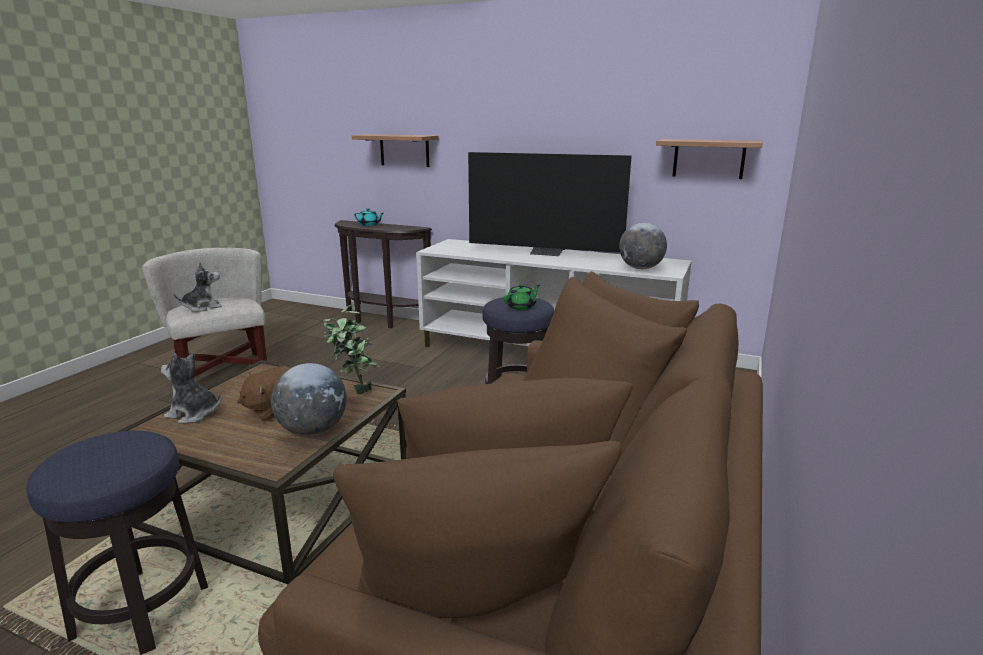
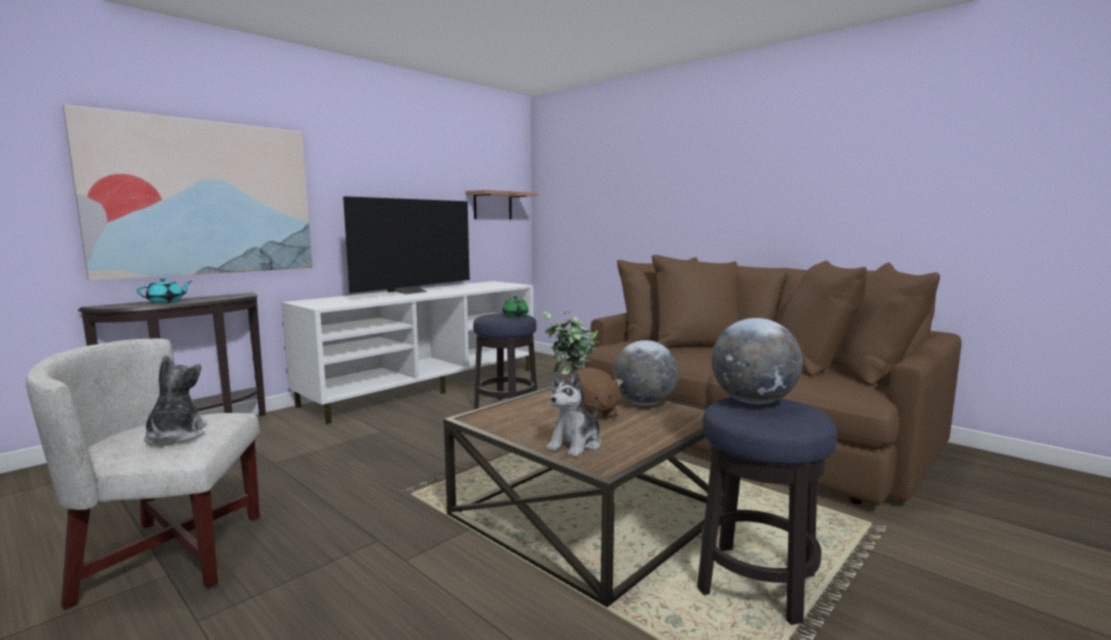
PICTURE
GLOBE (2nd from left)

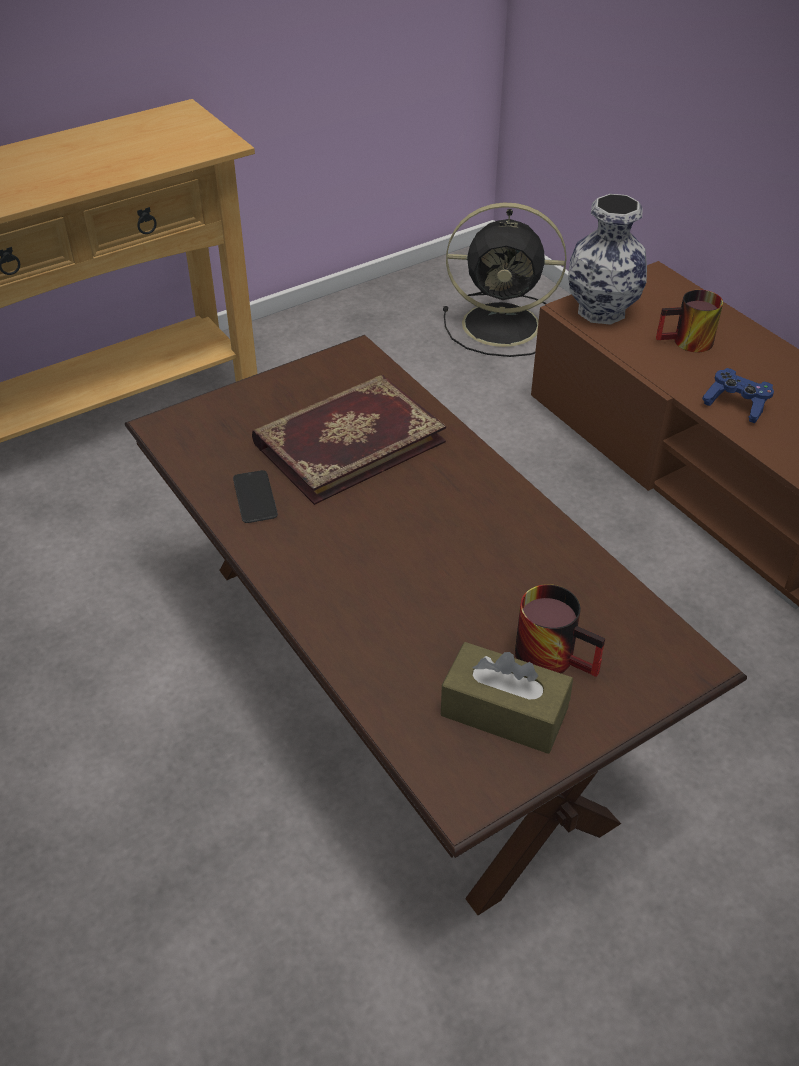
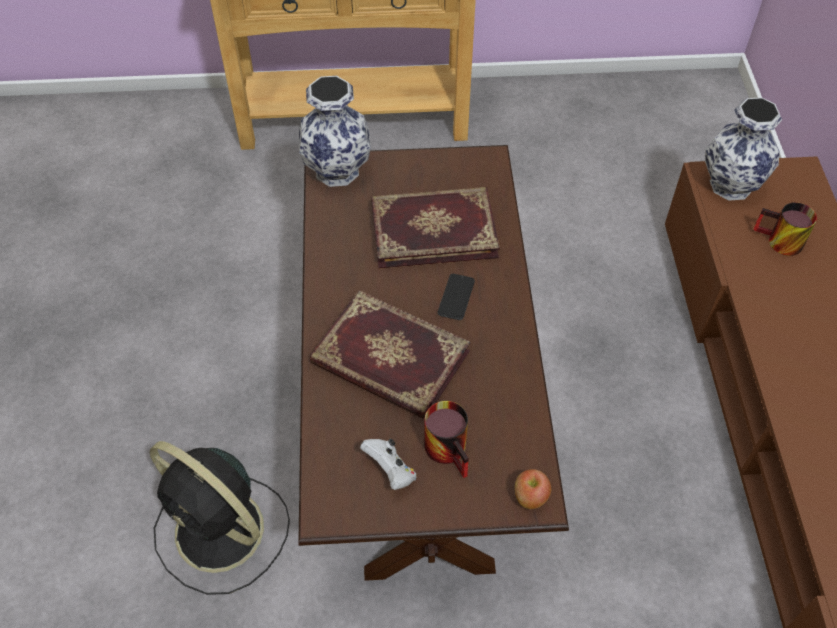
PHONE
WHITE GAME CONTROLLER
BLACK FAN
BLUE GAME CONTROLLER
VASE (1st from left)
BOOK (1st from left)
APPLE

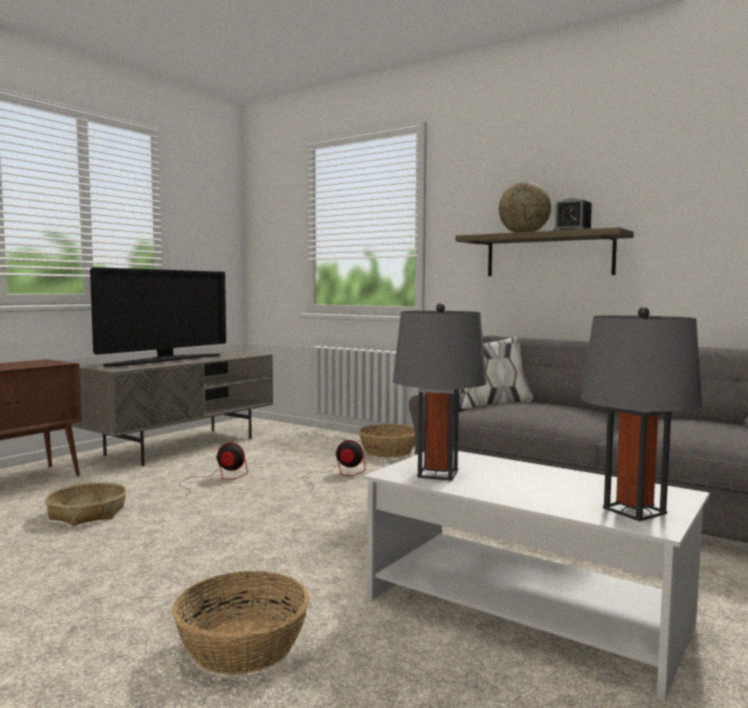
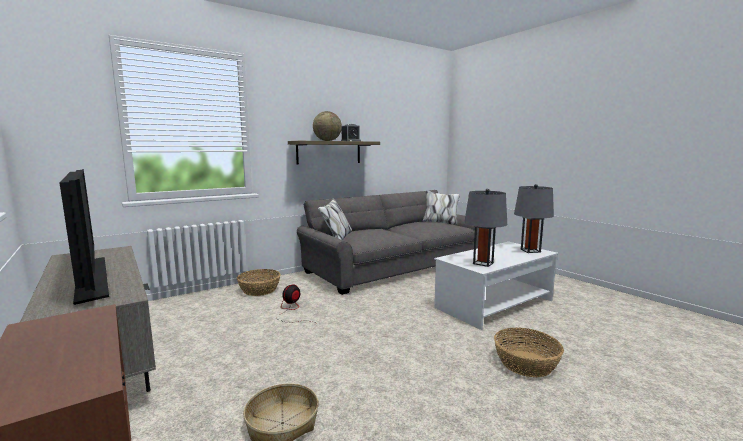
FAN (1st from left in the first image)

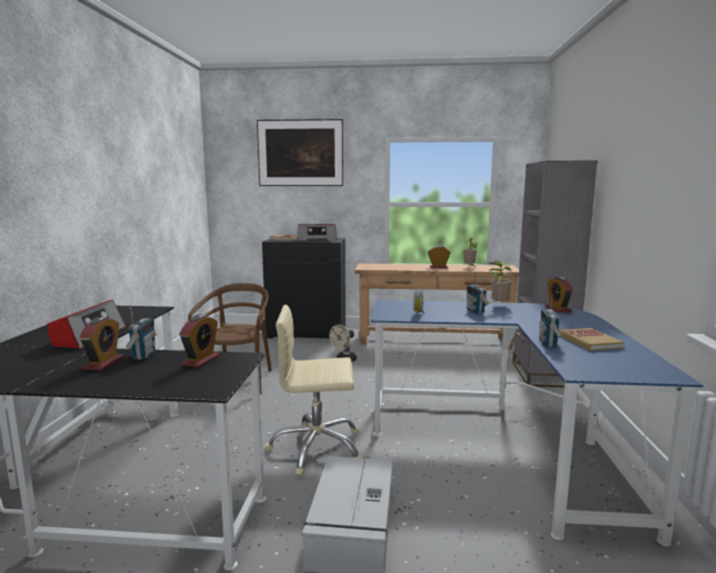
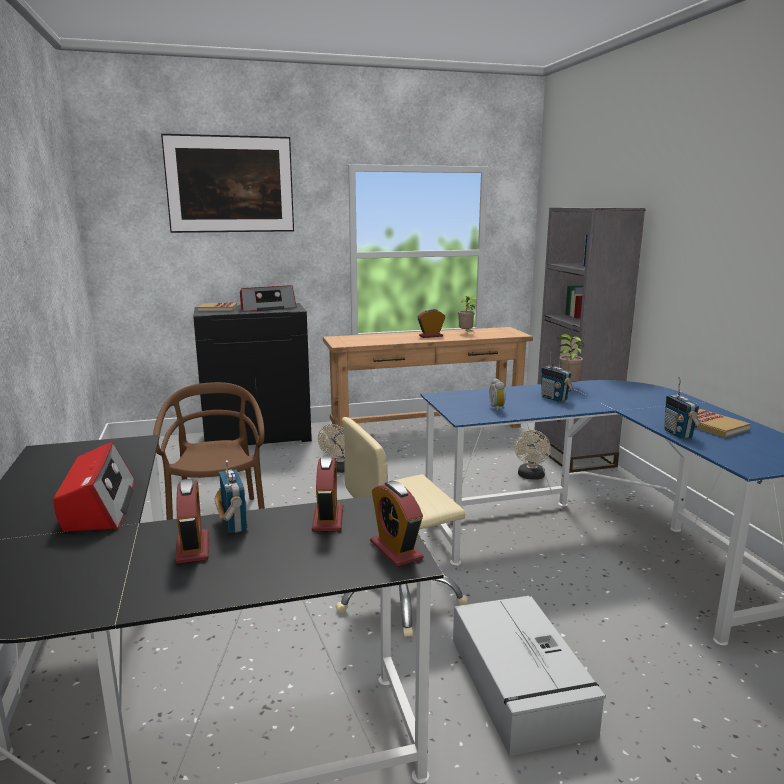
ALARM CLOCK (3rd from left)
BEIGE FAN (2nd from left)

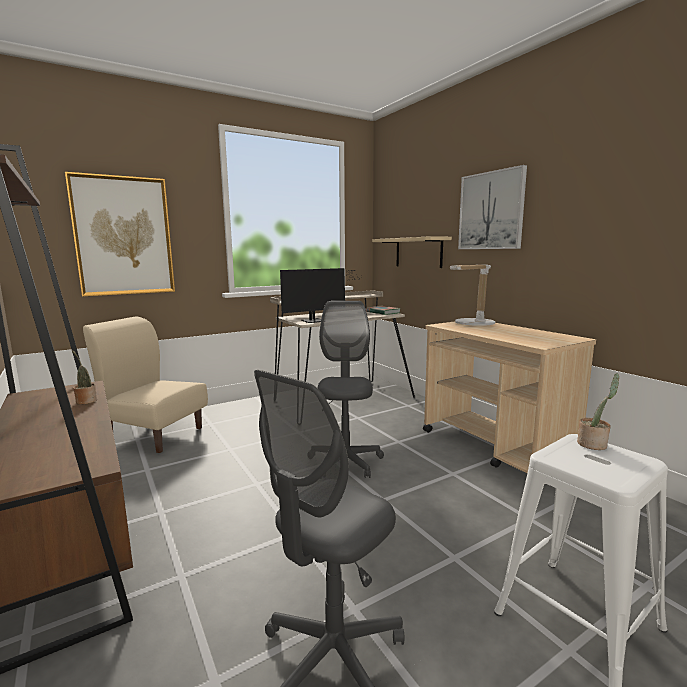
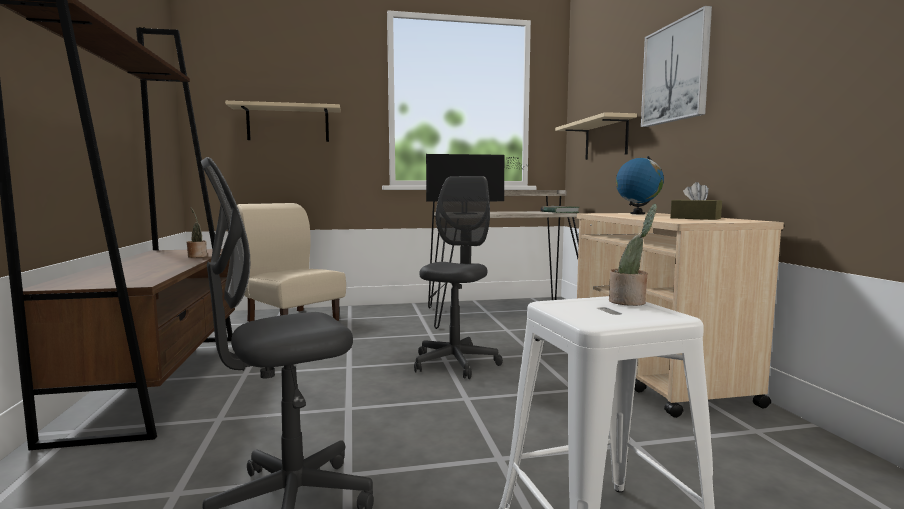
BEIGE SHELF (1st from left)
GLOBE
BROWN TISSUE BOX

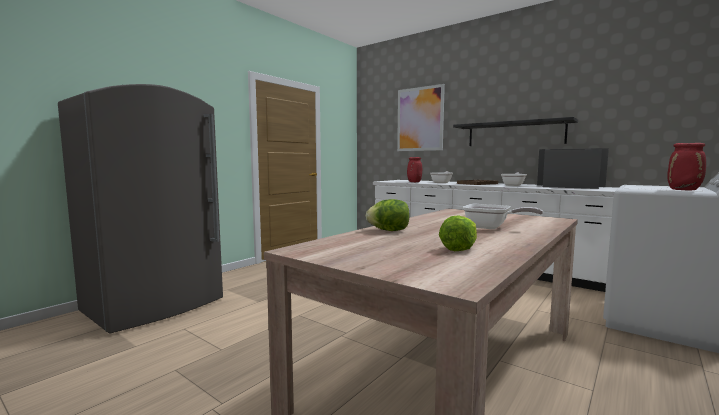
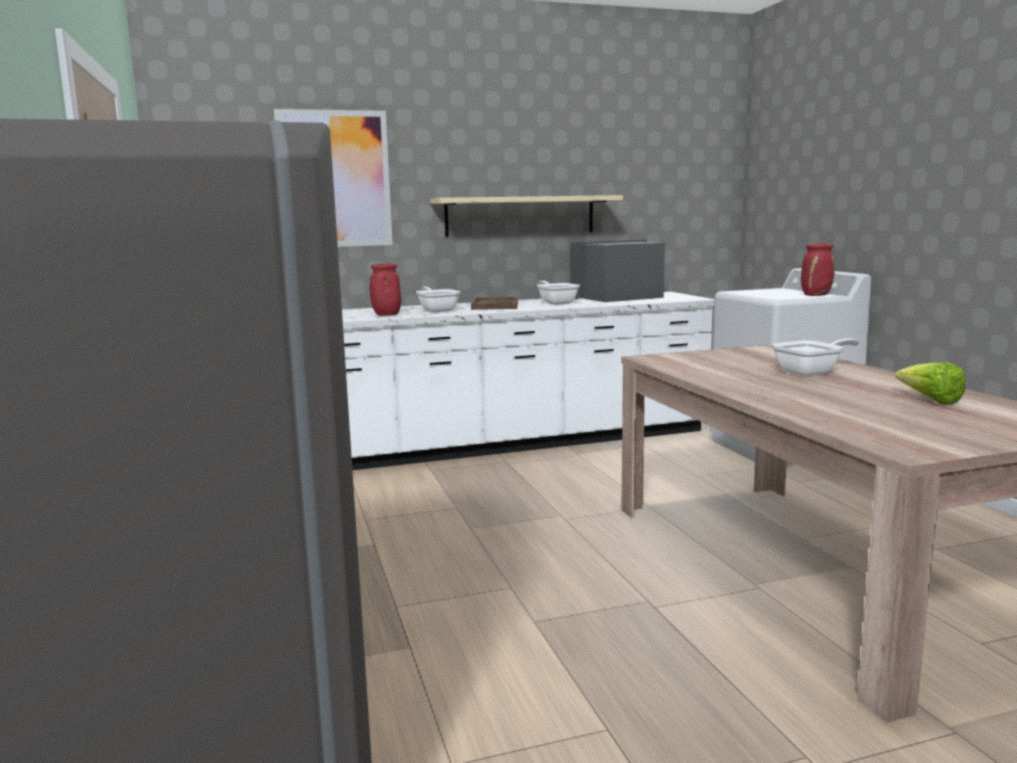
LETTUCE (1st from left in the first image)
BEIGE SHELF

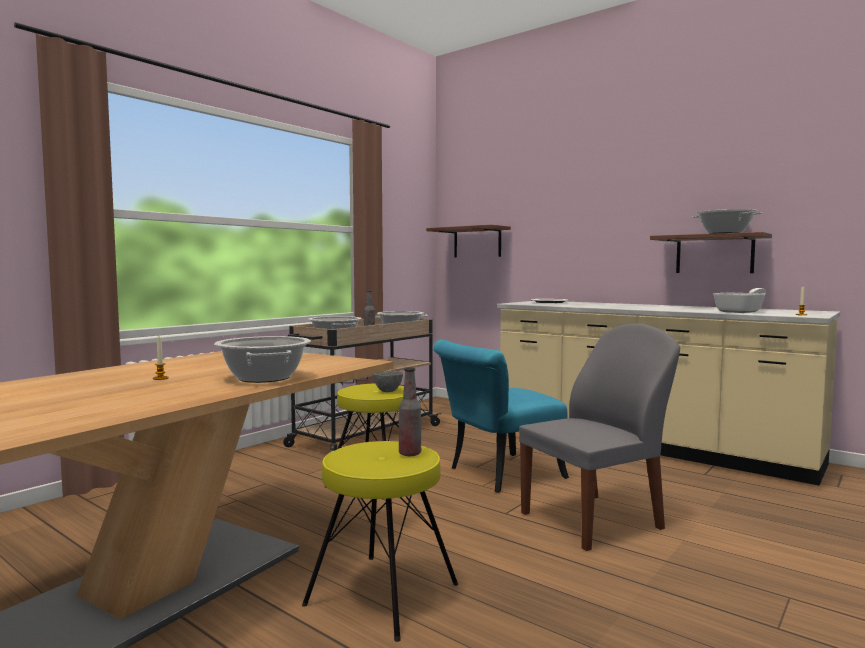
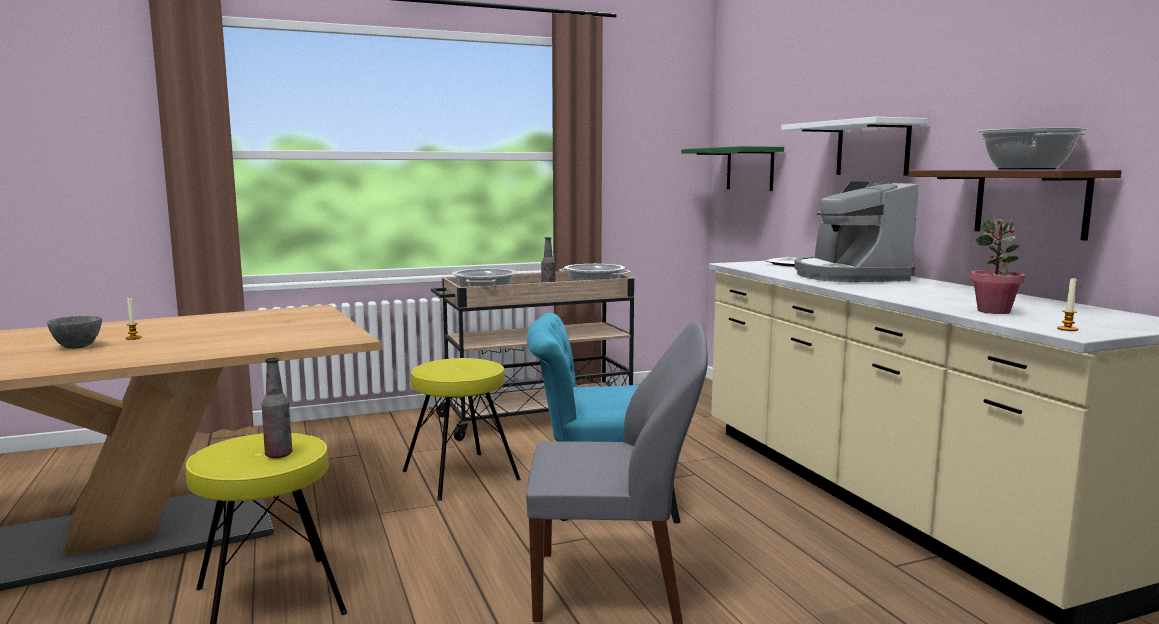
COOKING POT (1st from left in the first image)
GREY BOWL
GREEN SHELF
POTTED PLANT
WHITE SHELF
COFFEE MACHINE

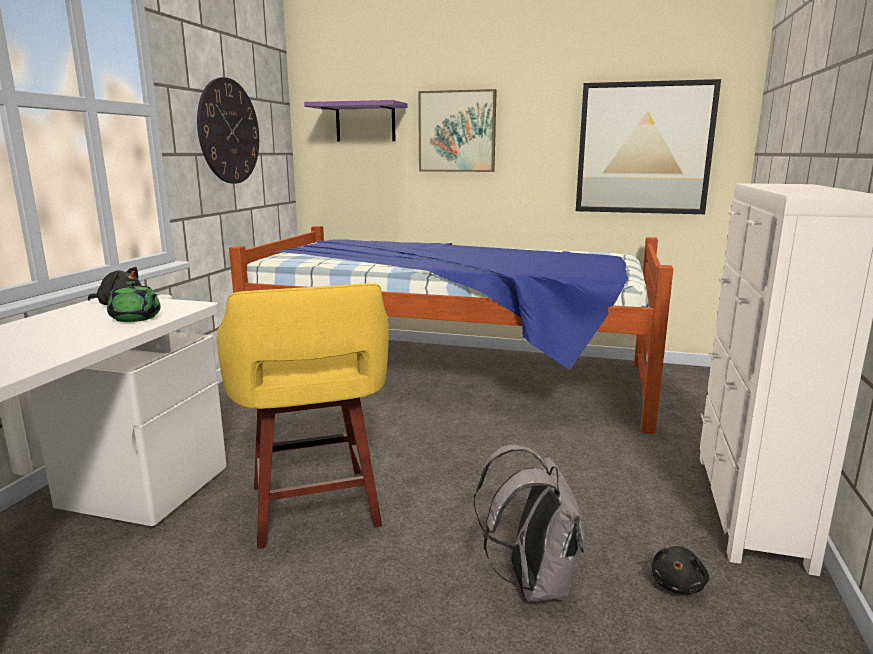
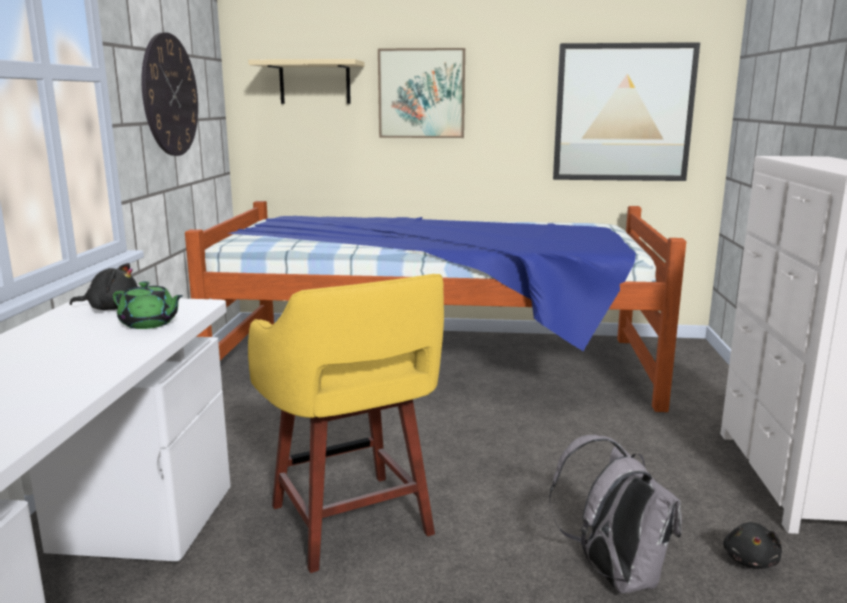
BEIGE SHELF

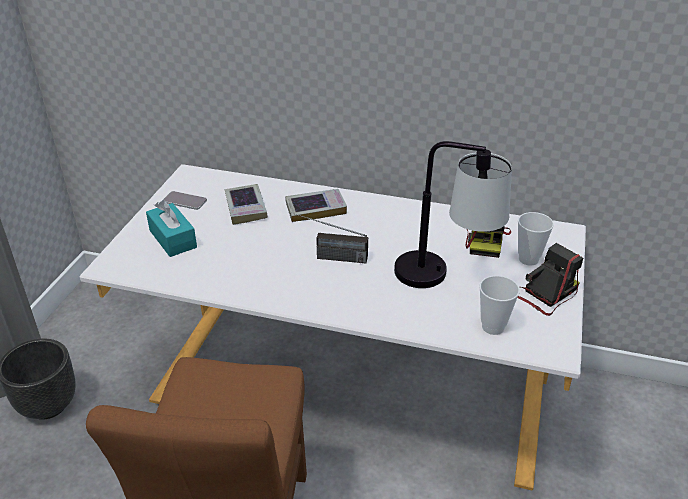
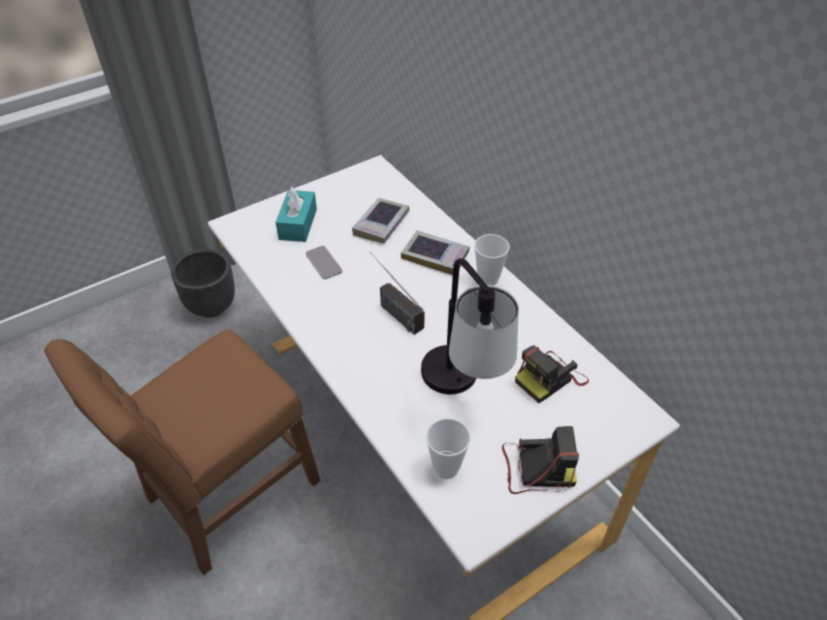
PHONE
CUP (2nd from left)

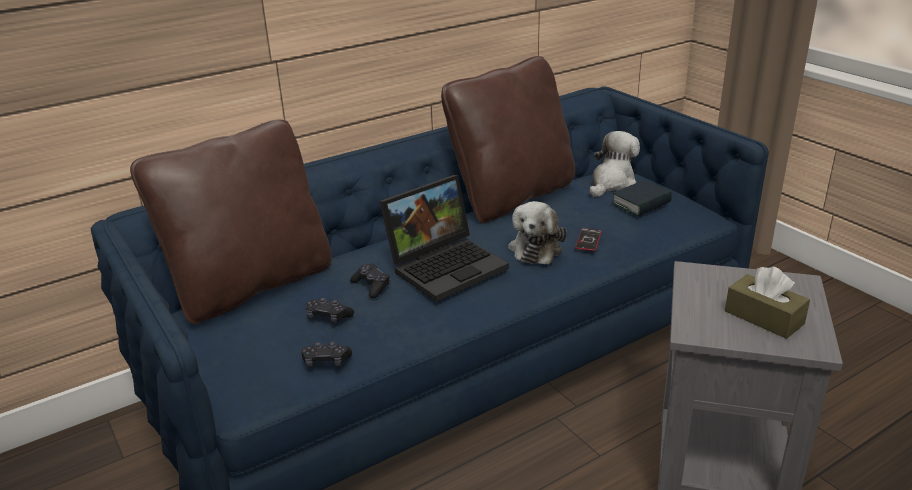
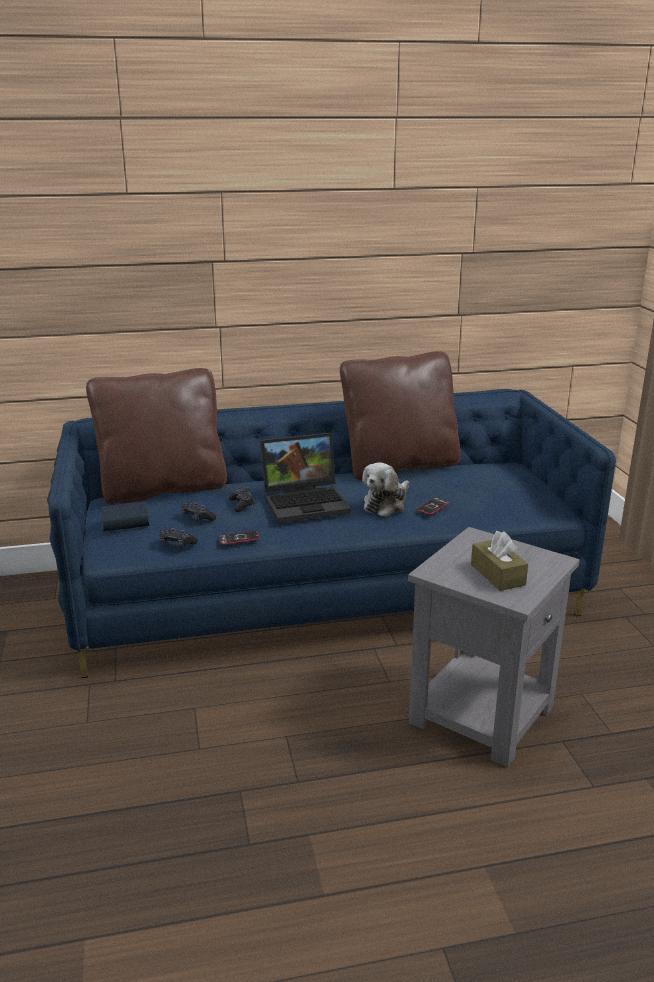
PLUSH TOY (2nd from left in the first image)
BOOK
PHONE (1st from left)

